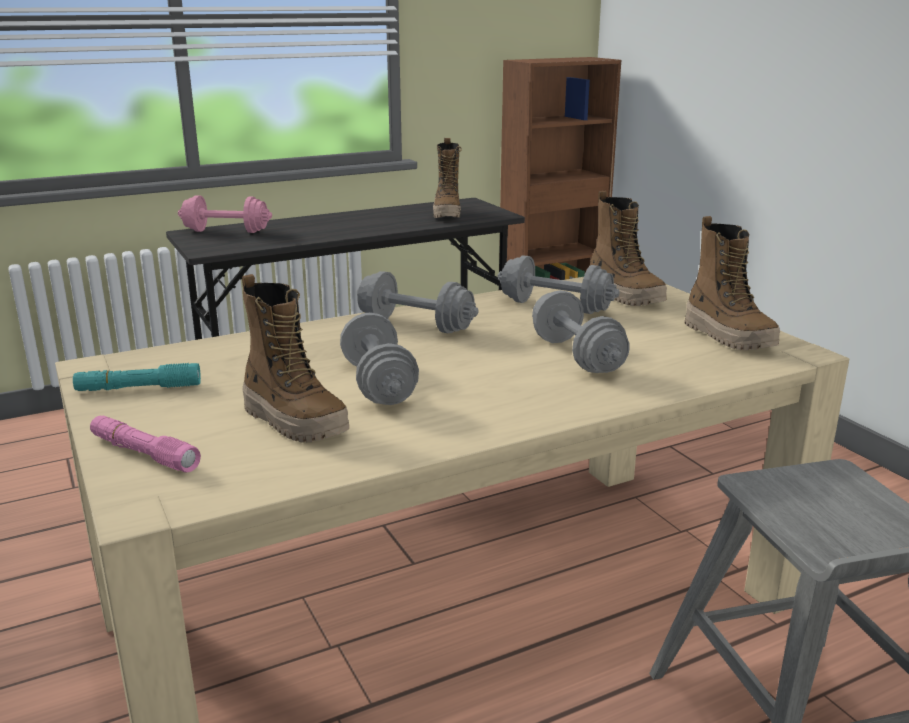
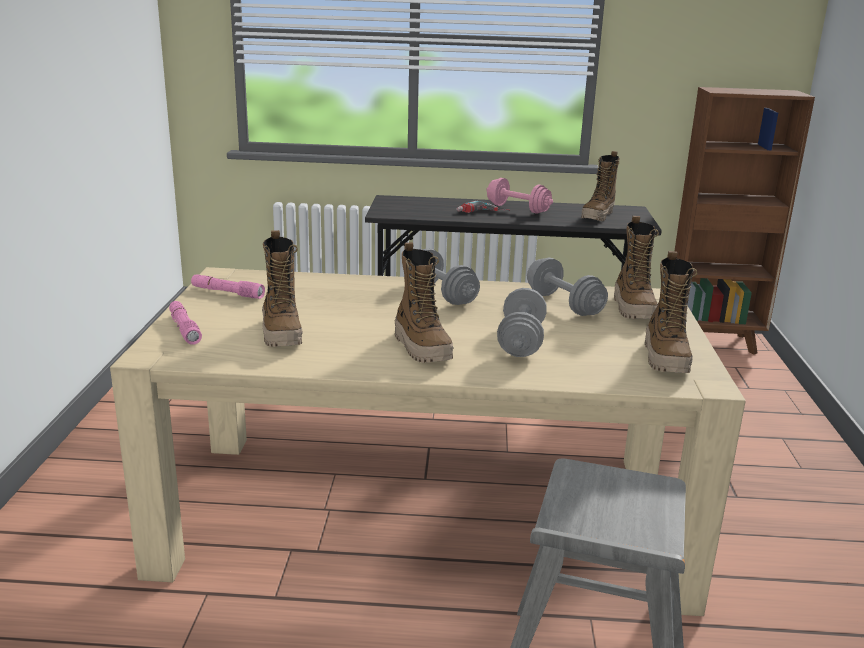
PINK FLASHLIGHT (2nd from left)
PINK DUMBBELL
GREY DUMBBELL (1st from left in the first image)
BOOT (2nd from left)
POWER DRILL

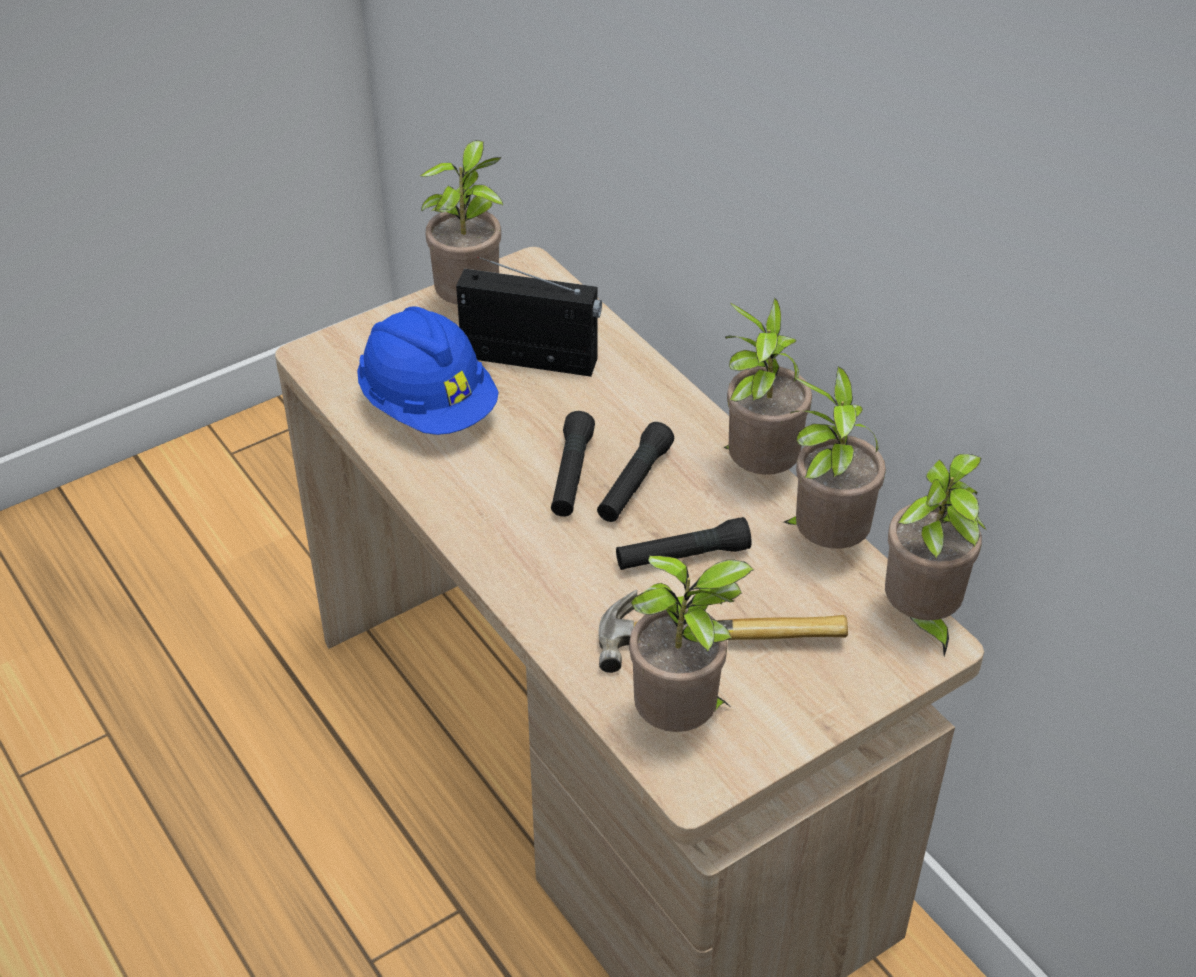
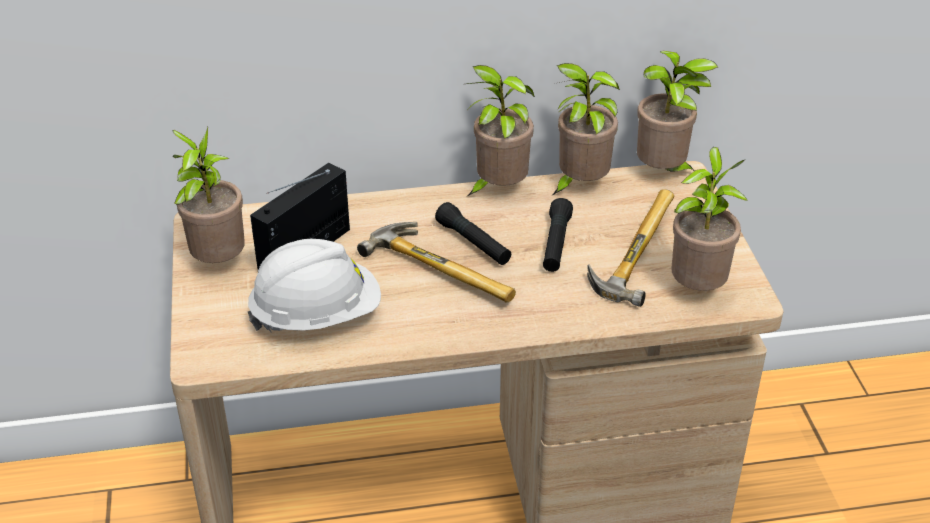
WHITE HARD HAT
HAMMER (1st from left)

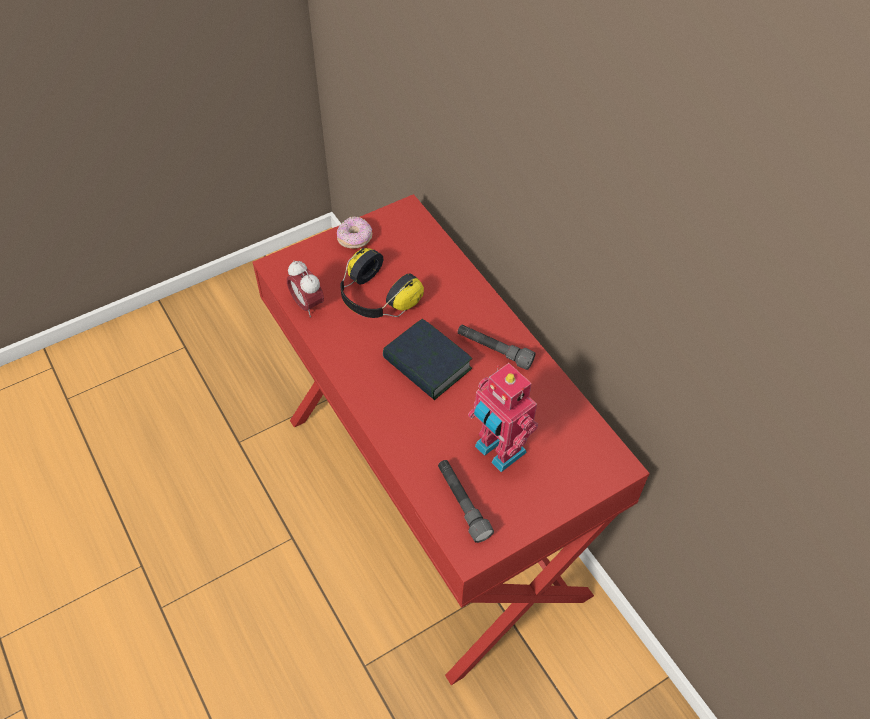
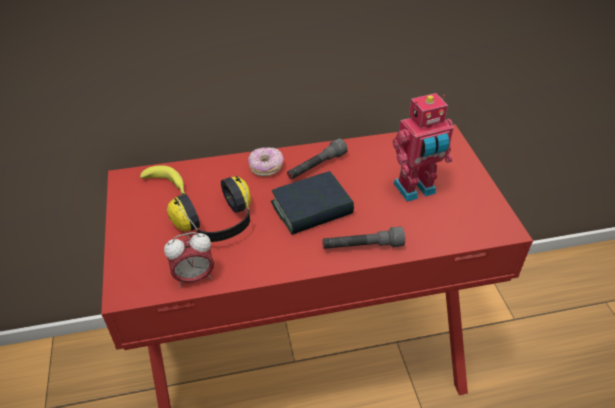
DONUT
GREY FLASHLIGHT (2nd from left)
BANANA

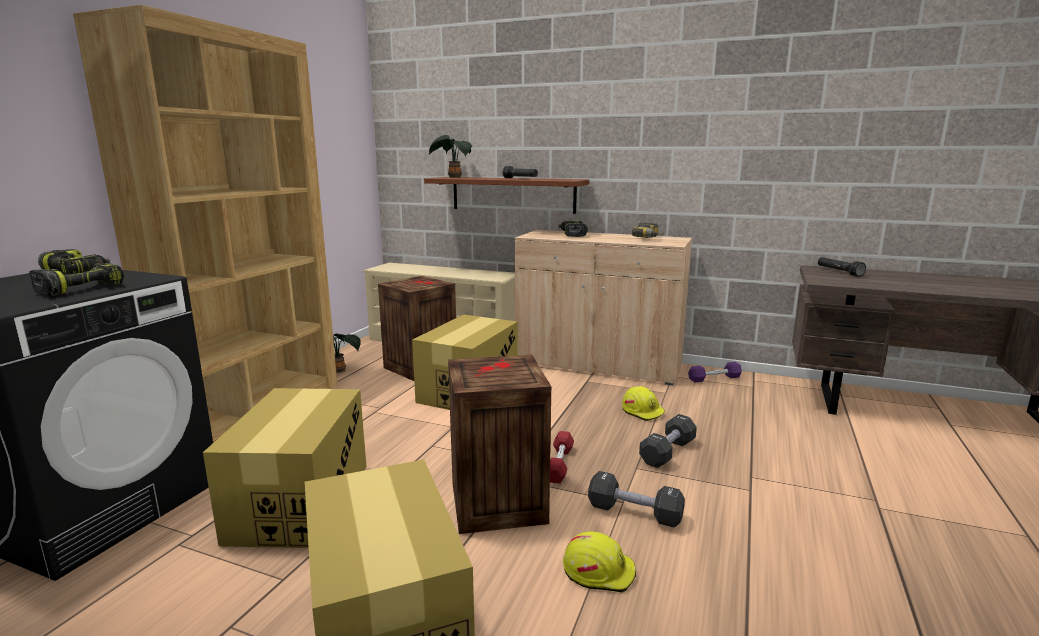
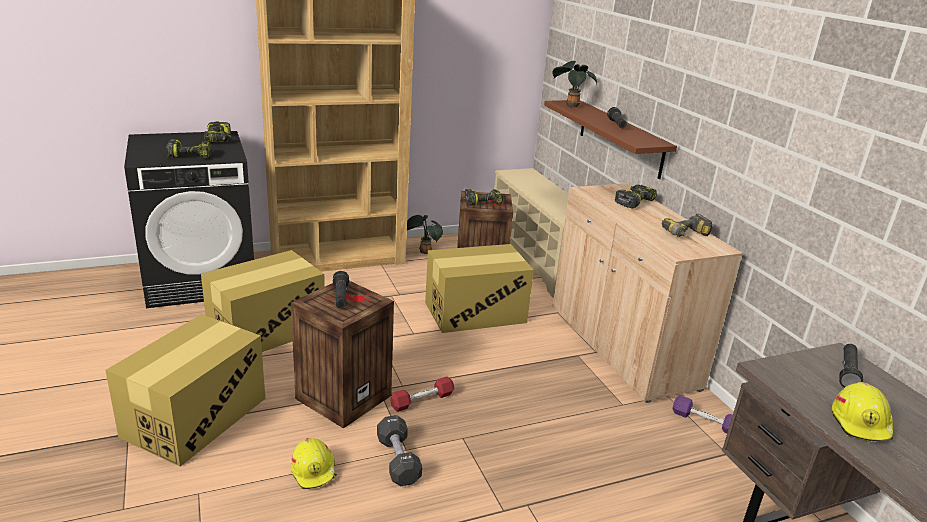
YELLOW HARD HAT (2nd from left)
BLACK DUMBBELL (2nd from left in the first image)
BLACK FLASHLIGHT (1st from left)
POWER DRILL (3rd from left)

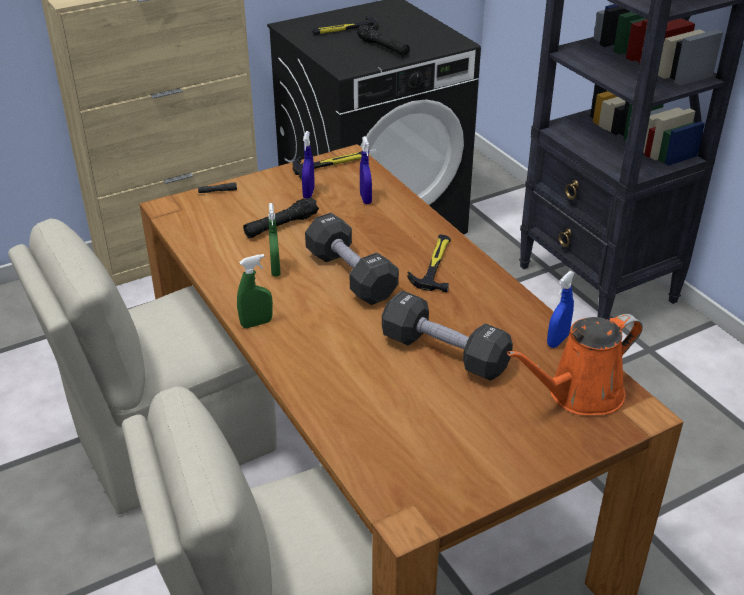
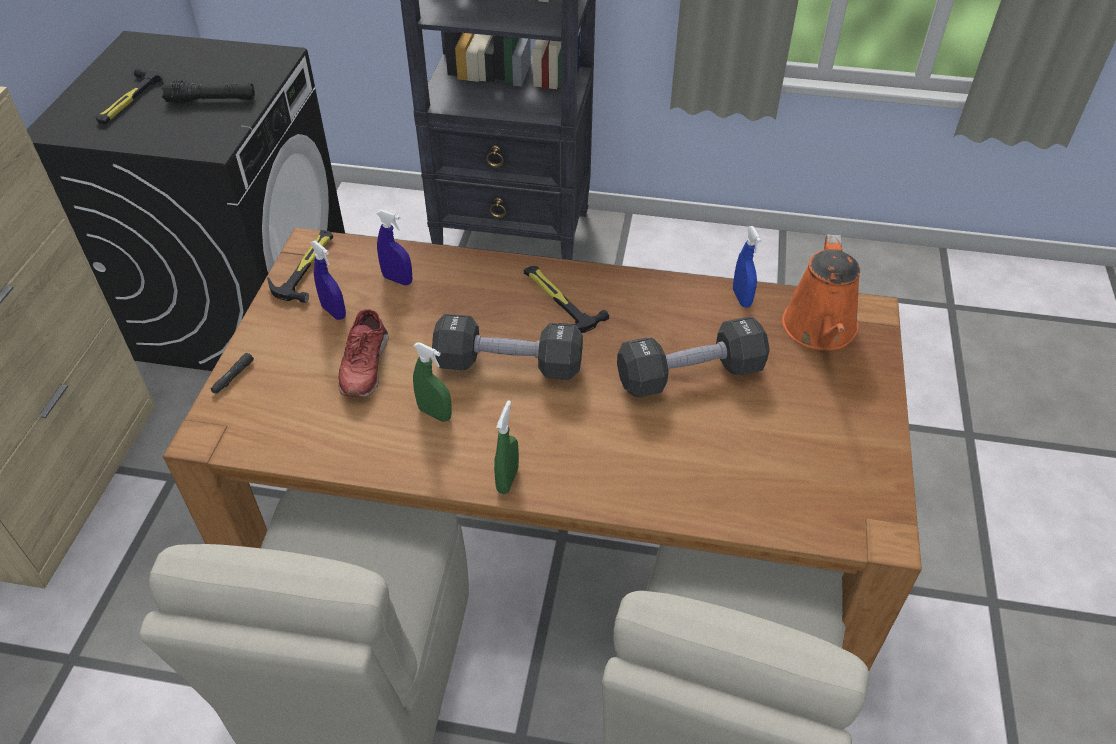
RED SHOE

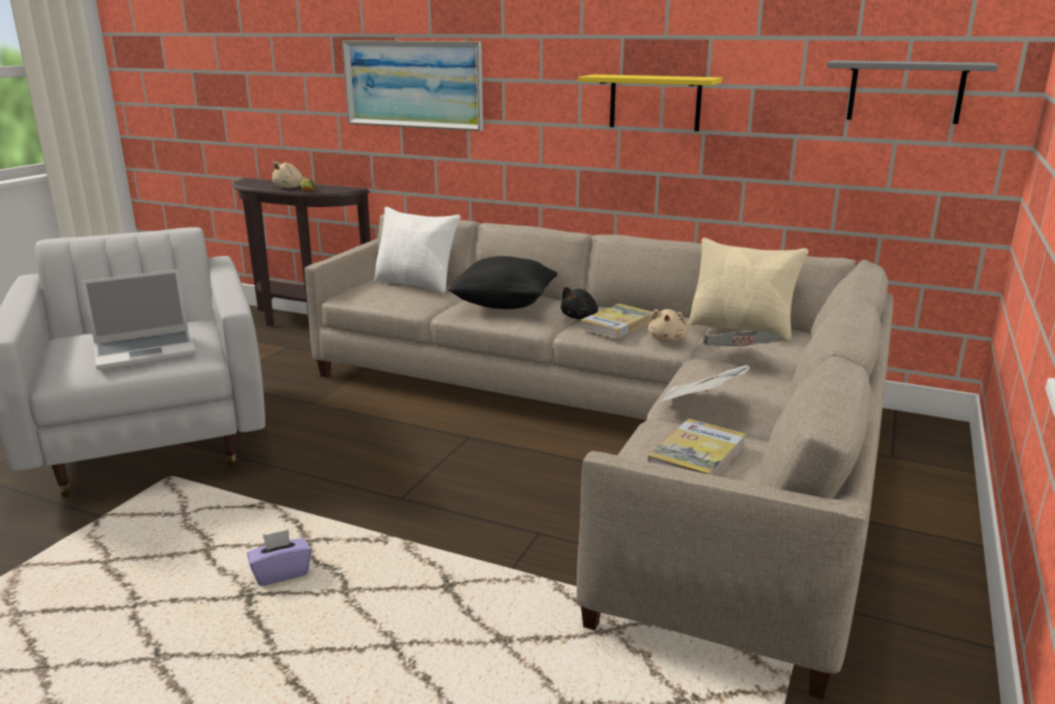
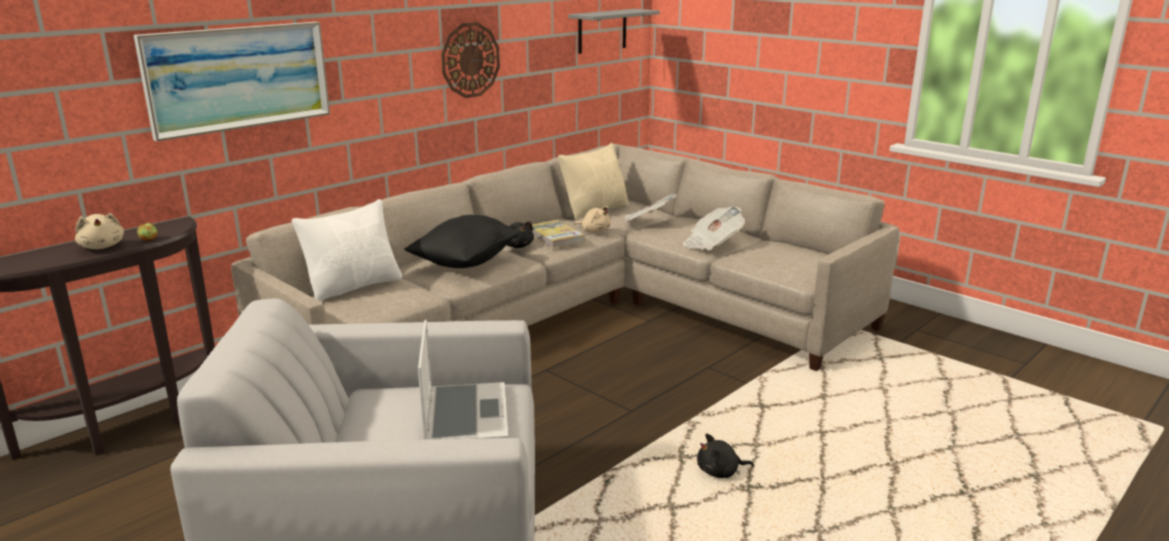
BLACK PLUSH TOY (2nd from left)
WALL CLOCK
BOOK (2nd from left in the first image)

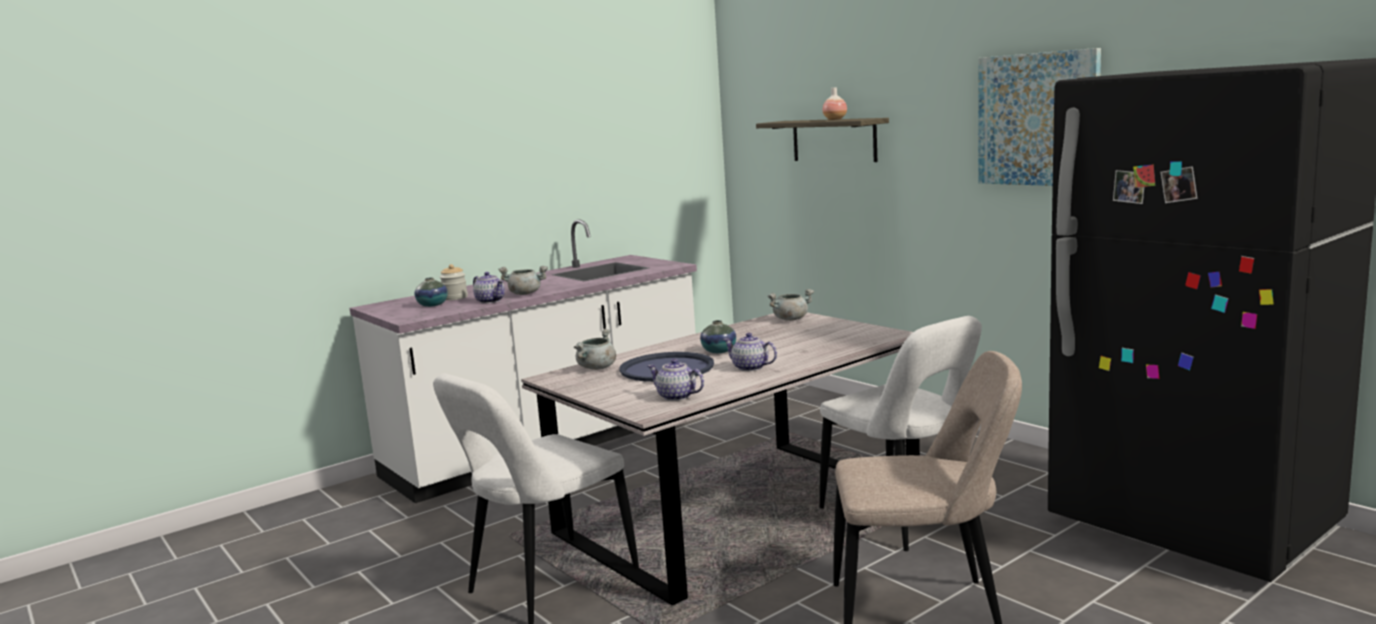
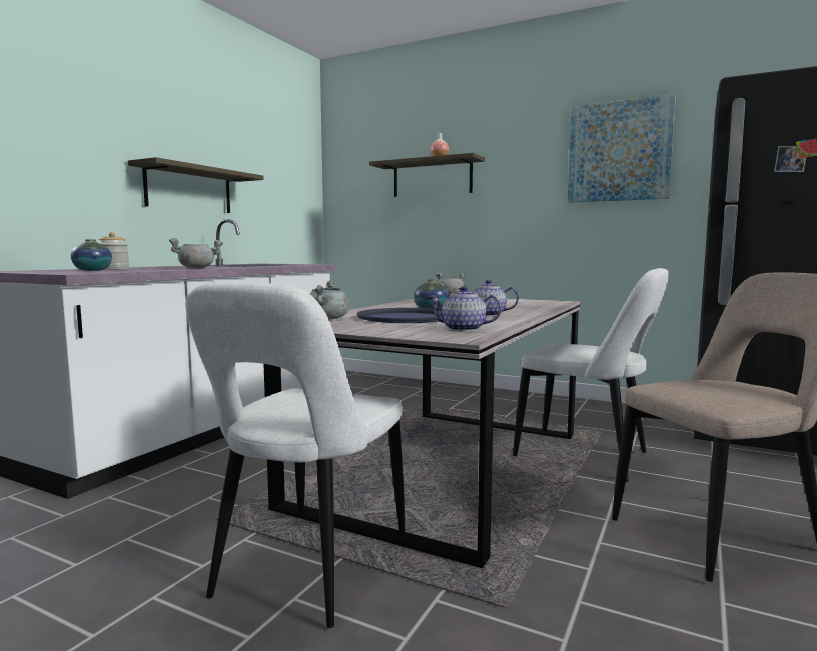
TEAPOT (1st from left in the first image)
SHELF (1st from left)

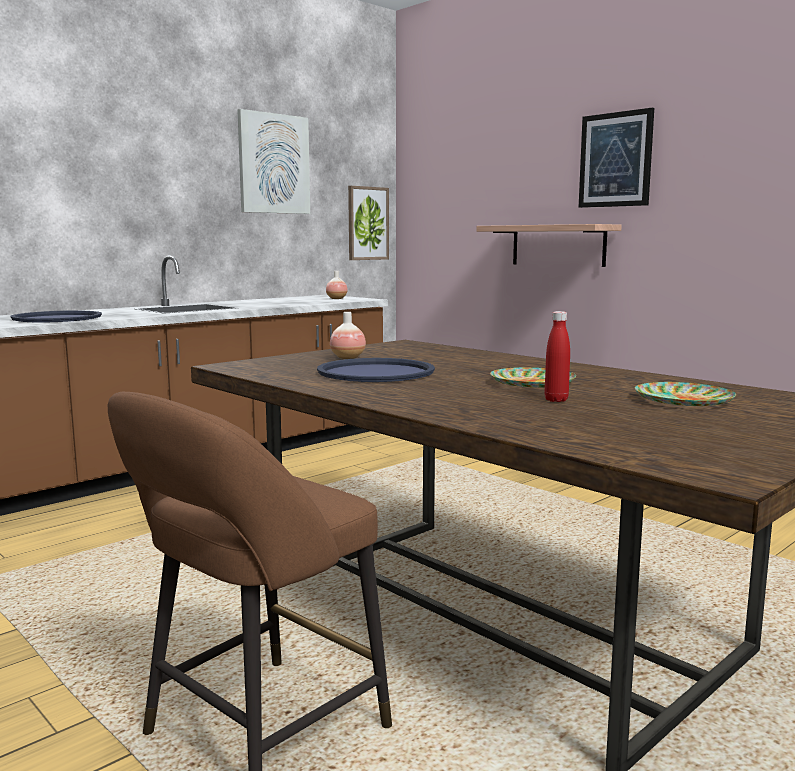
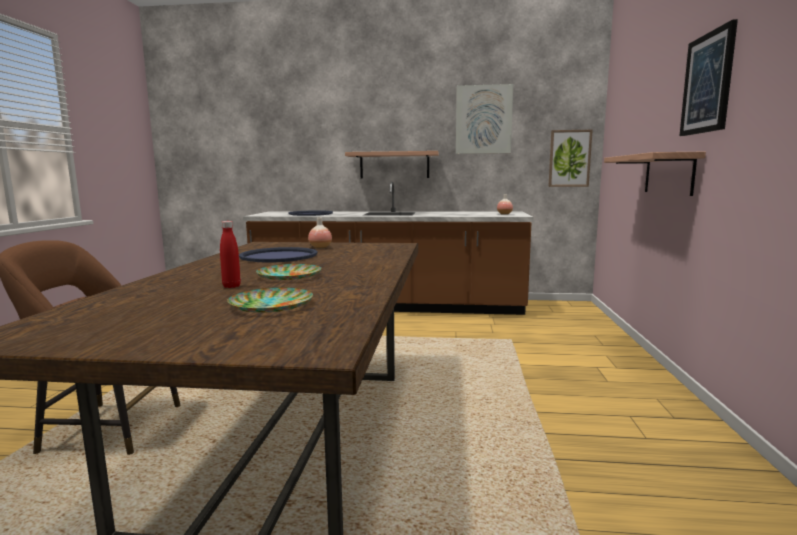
SHELF (1st from left)

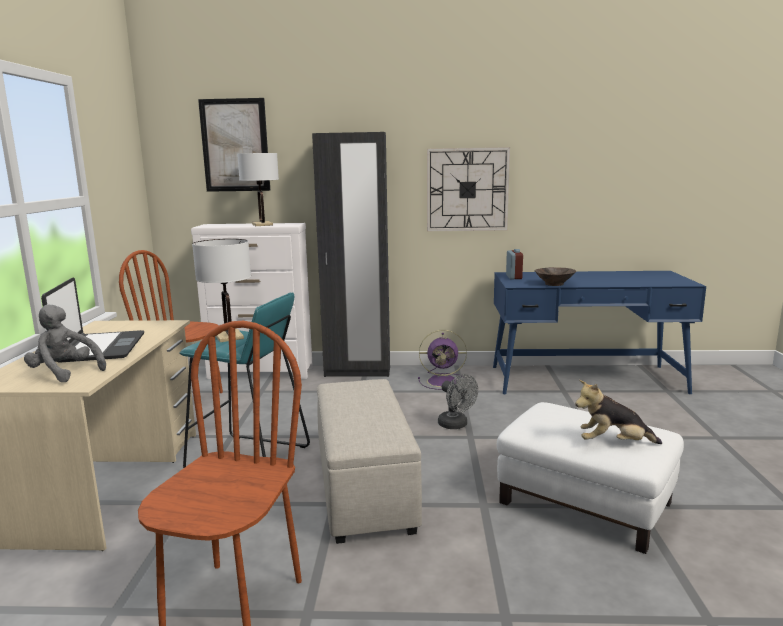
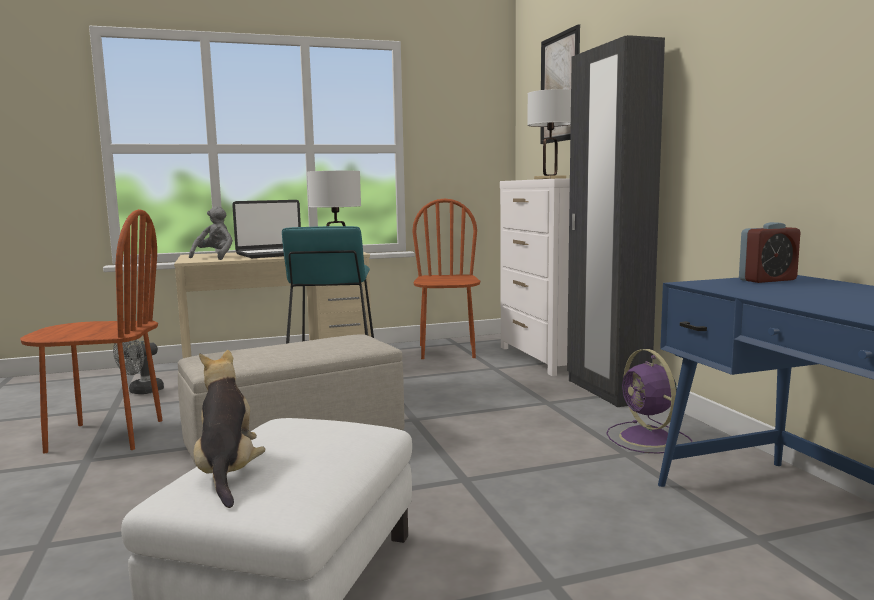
WALL CLOCK
GREY FAN
BROWN BOWL

